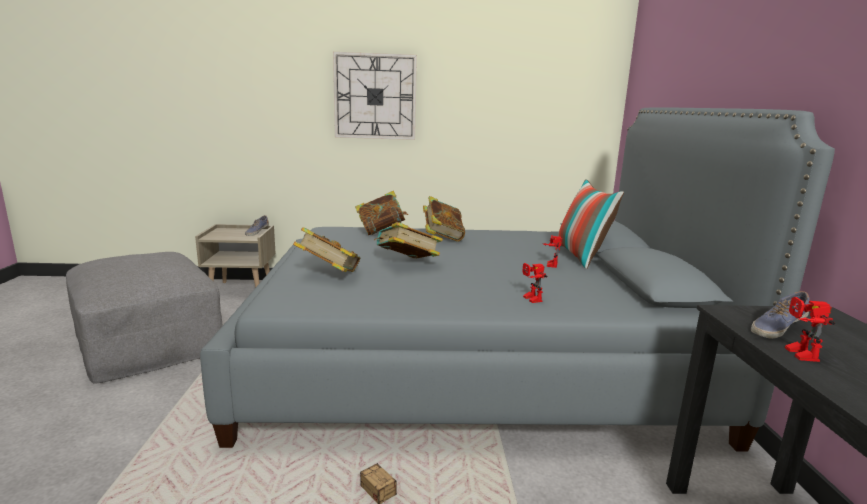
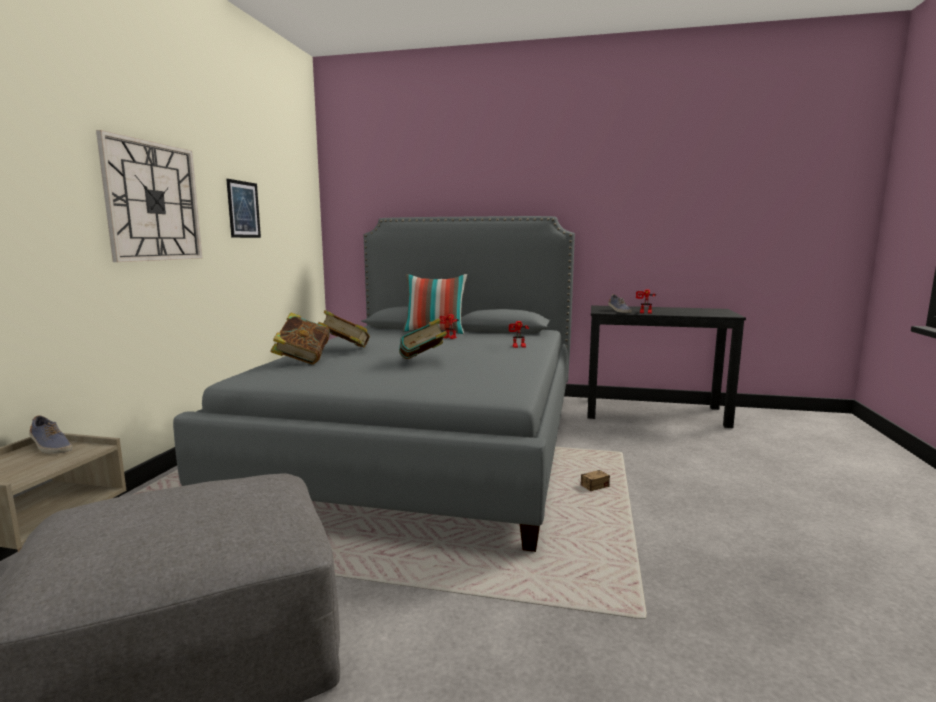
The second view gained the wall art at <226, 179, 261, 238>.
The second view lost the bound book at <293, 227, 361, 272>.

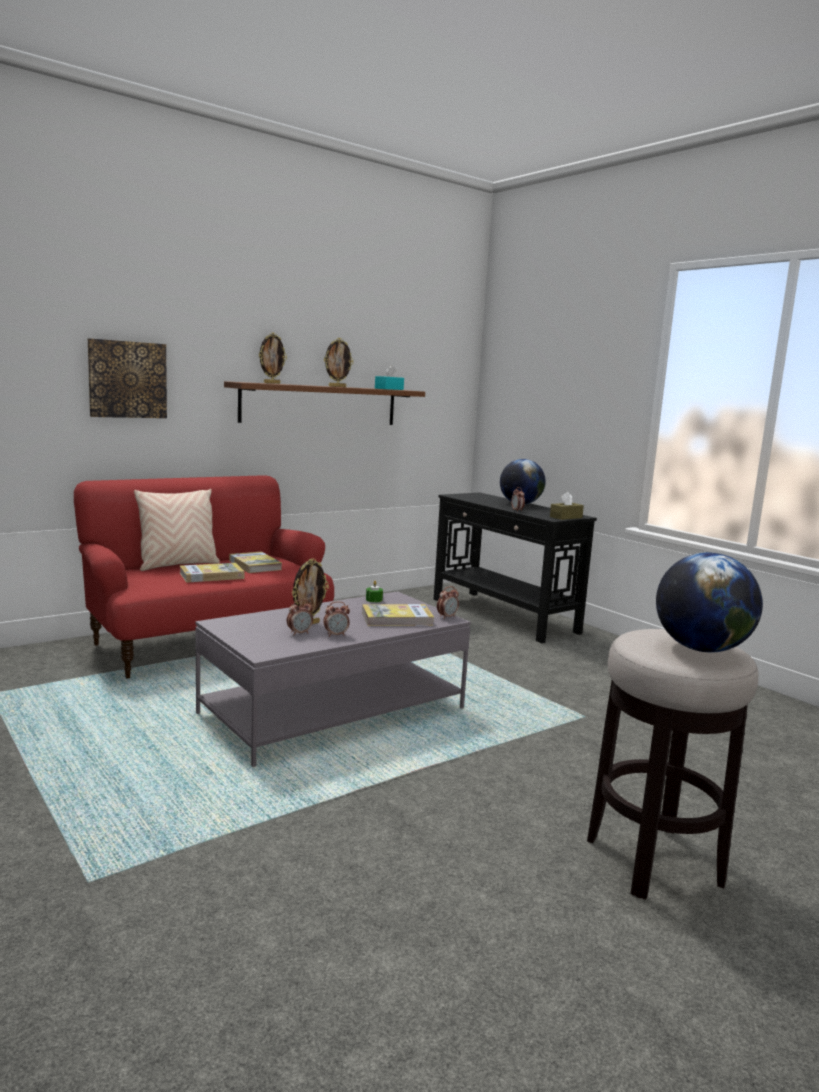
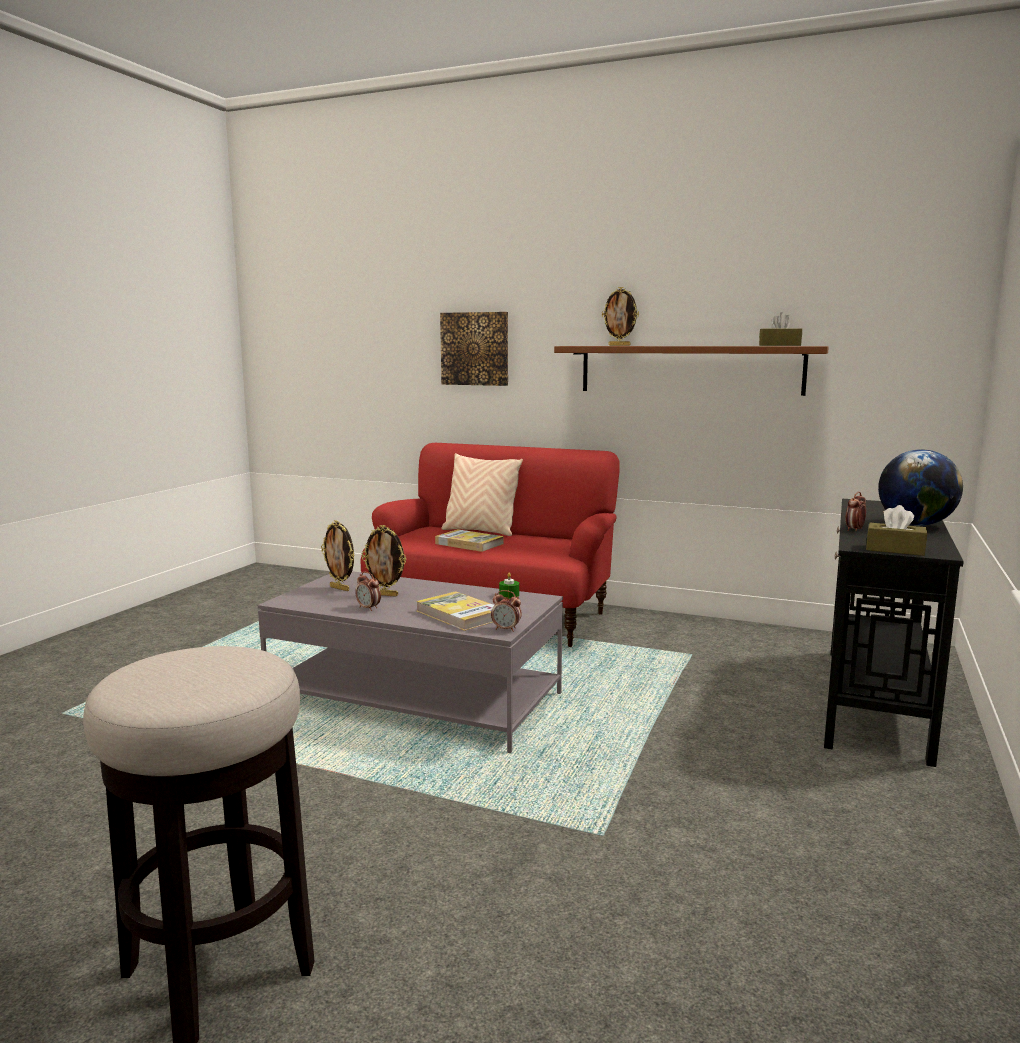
The standing frame ended up elsewhere, having gone from <324, 338, 353, 387> to <321, 520, 355, 591>.
What was the turquoise-coloured tissue box at <375, 365, 404, 390> turned into the brown tissue box at <759, 312, 802, 346>.
The second view lost the bound book at <229, 552, 282, 573>.
The second view lost the table clock at <287, 599, 313, 635>.
The second view lost the world globe at <656, 552, 763, 652>.

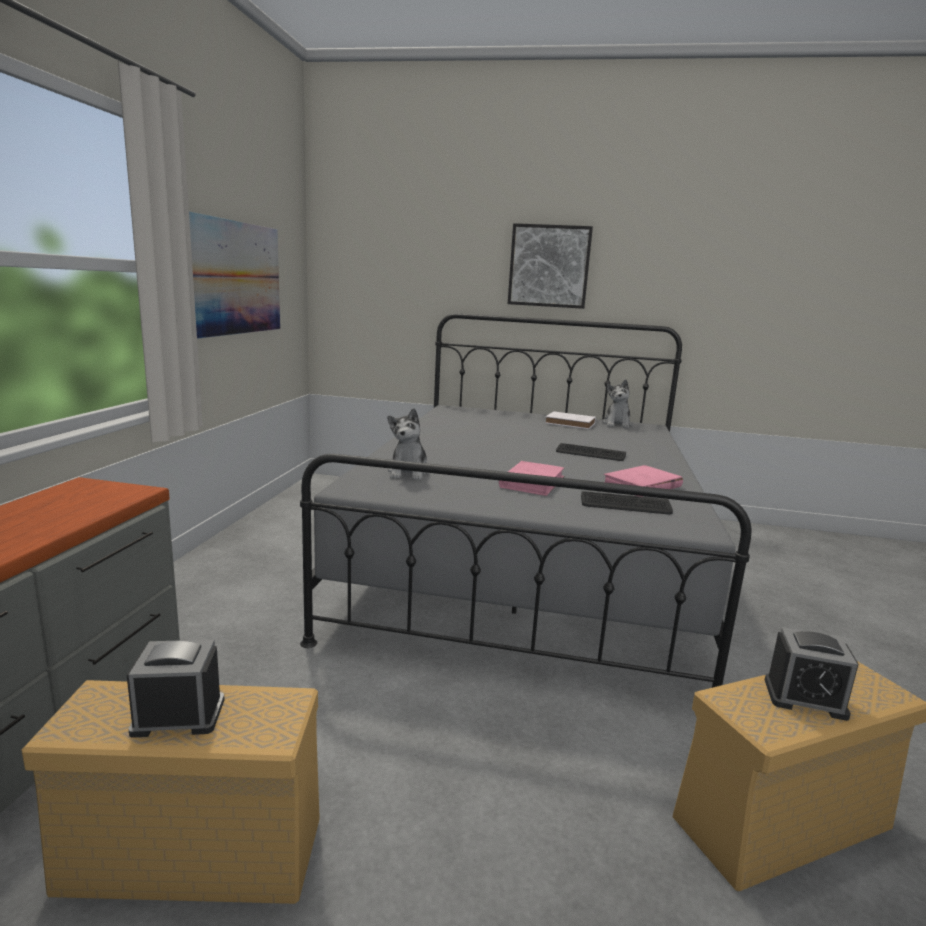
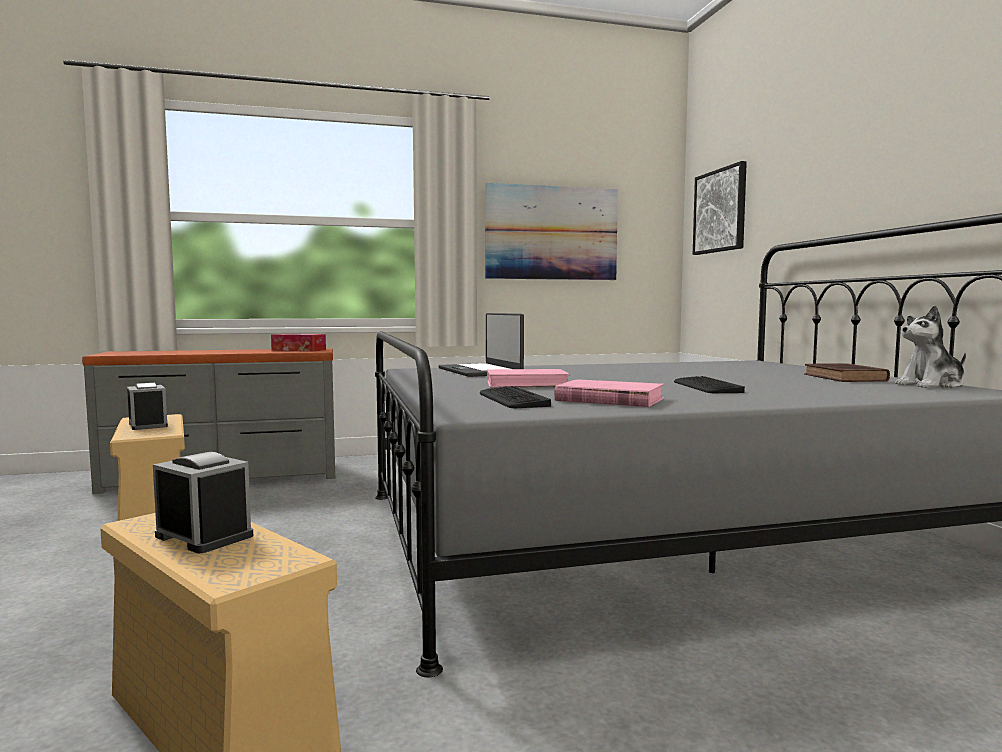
The table clock at <765, 627, 859, 721> ended up facing another way, 135 degrees clockwise from before.
The second view gained the tissue box at <271, 334, 326, 351>.
Where the plush toy stood at <387, 408, 430, 480>, the portable computer came to stand at <438, 313, 524, 377>.
The wall art ended up elsewhere, having gone from <508, 223, 593, 309> to <693, 161, 747, 255>.
What was the whitish bound book at <545, 411, 596, 429> turned into the brown bound book at <804, 363, 890, 382>.

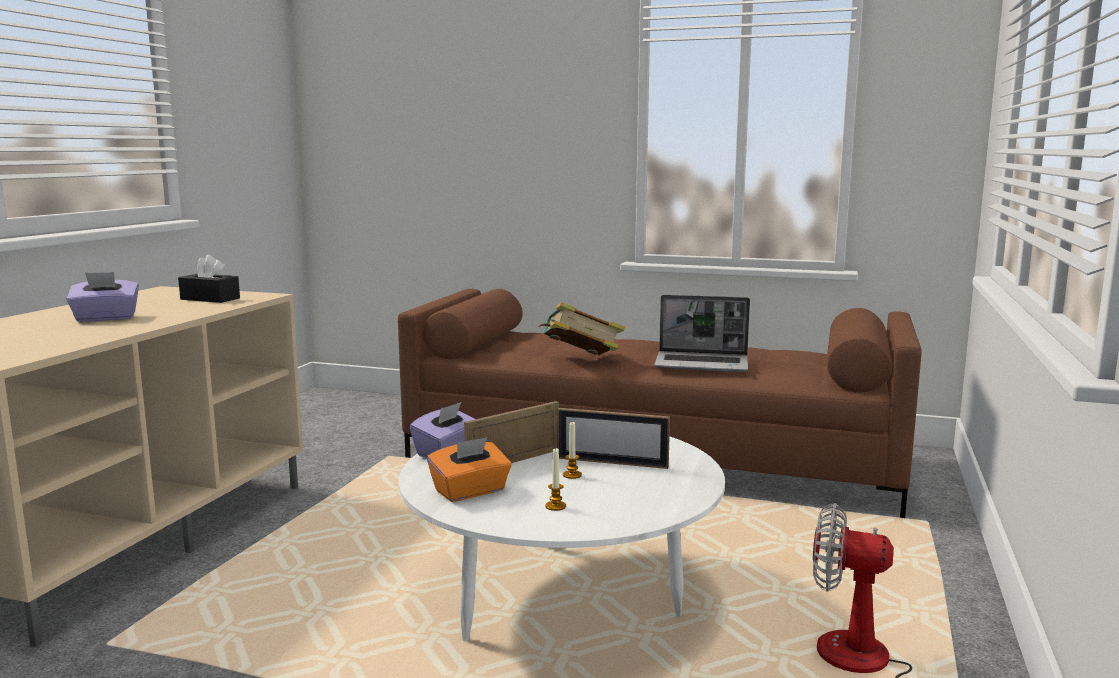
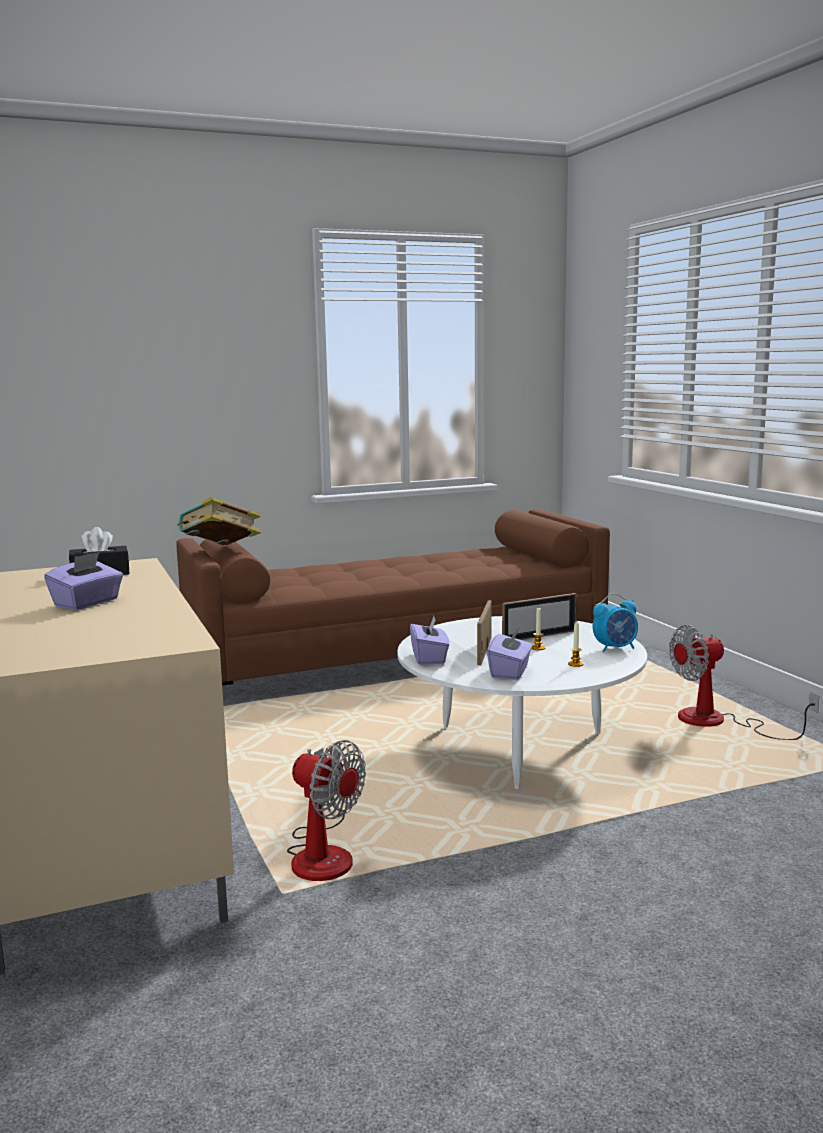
The bound book ended up elsewhere, having gone from <538, 302, 625, 355> to <177, 497, 261, 545>.
The second view gained the electric fan at <287, 740, 366, 881>.
What was the orange-coloured tissue box at <427, 437, 512, 502> turned into the purple tissue box at <487, 627, 532, 680>.
The second view gained the table clock at <593, 593, 638, 653>.
The second view lost the portable computer at <654, 295, 750, 372>.

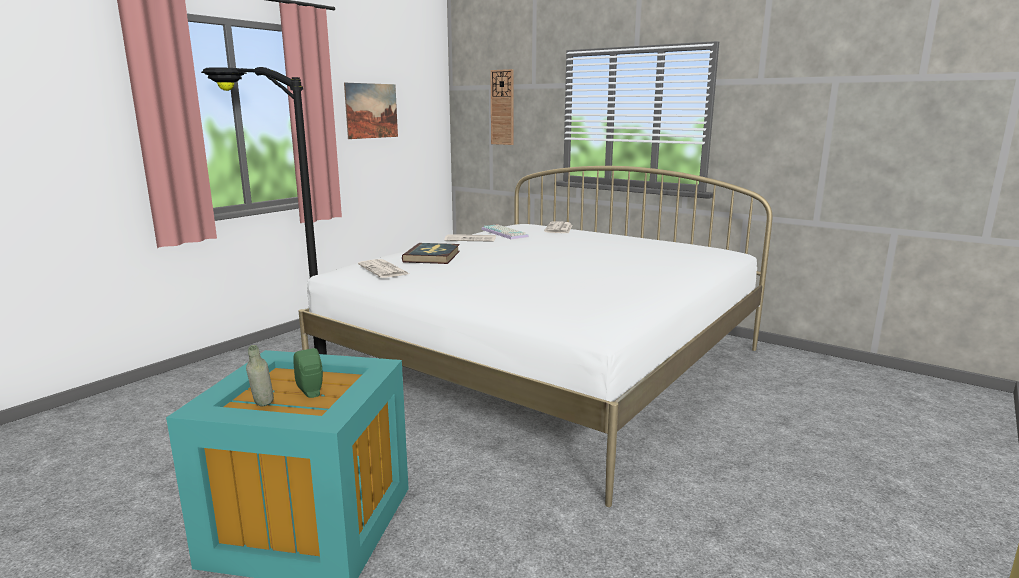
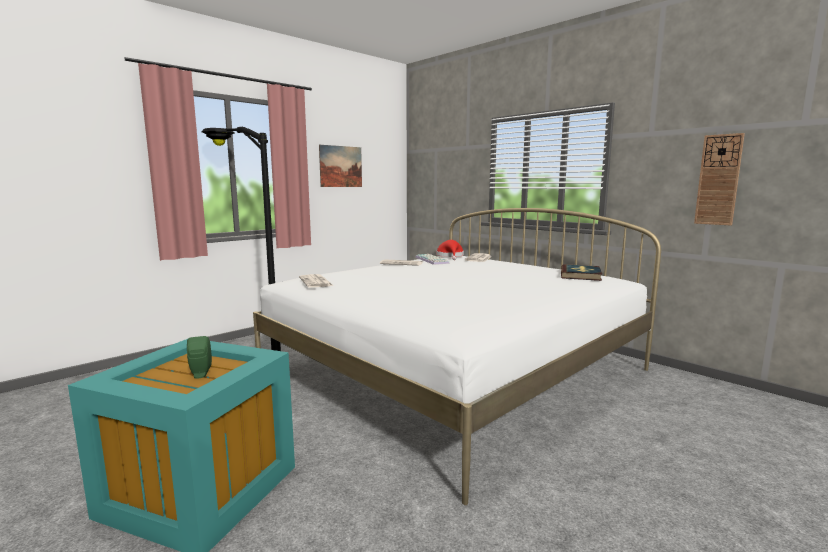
The second view gained the red wearable hat at <436, 240, 464, 260>.
The bound book ended up elsewhere, having gone from <402, 243, 460, 264> to <561, 264, 602, 281>.
The wall clock ended up elsewhere, having gone from <490, 69, 514, 145> to <694, 133, 745, 226>.
The second view lost the greyish bottle at <246, 345, 274, 406>.

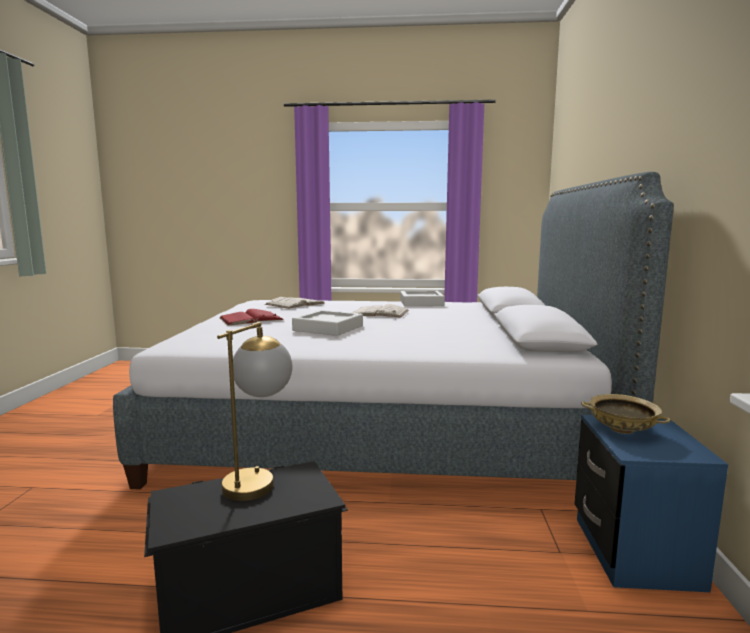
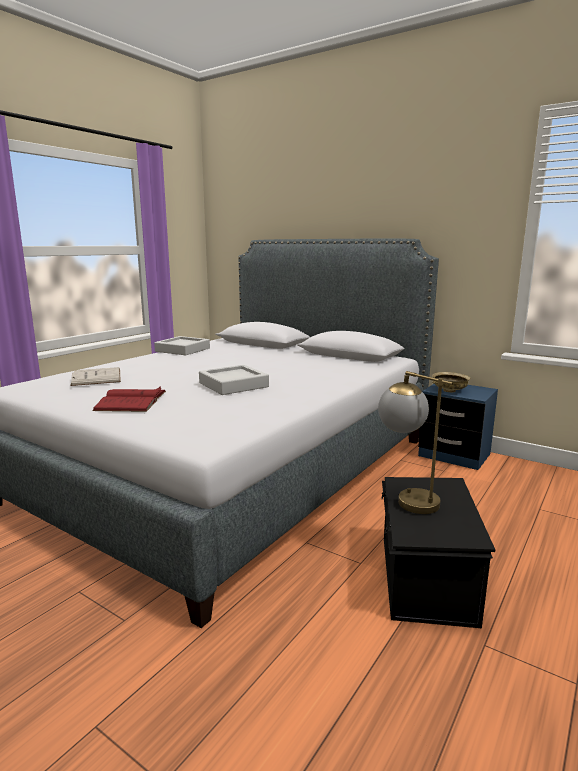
The second view lost the whitish bound book at <353, 304, 409, 317>.

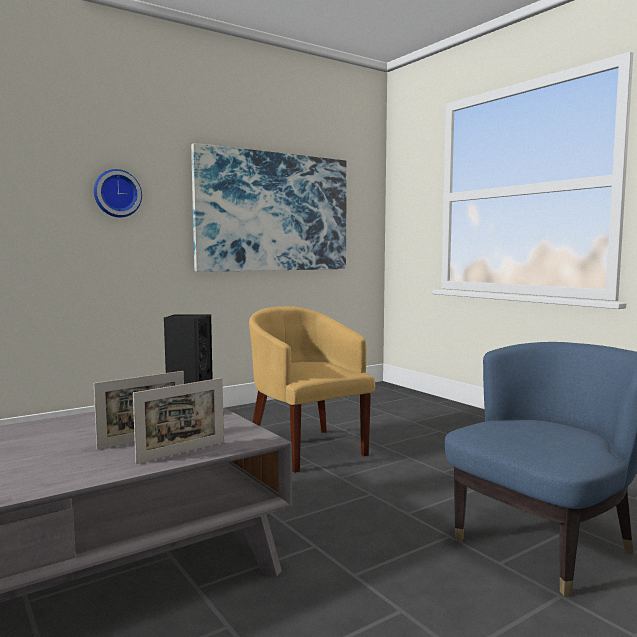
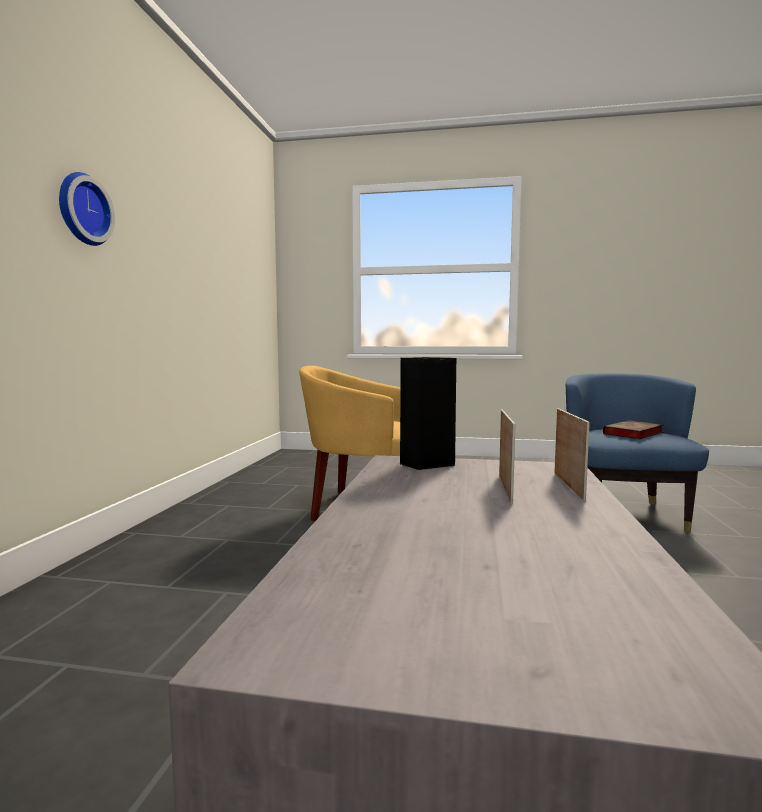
The second view gained the bound book at <603, 420, 663, 439>.
The second view lost the wall art at <191, 143, 347, 272>.

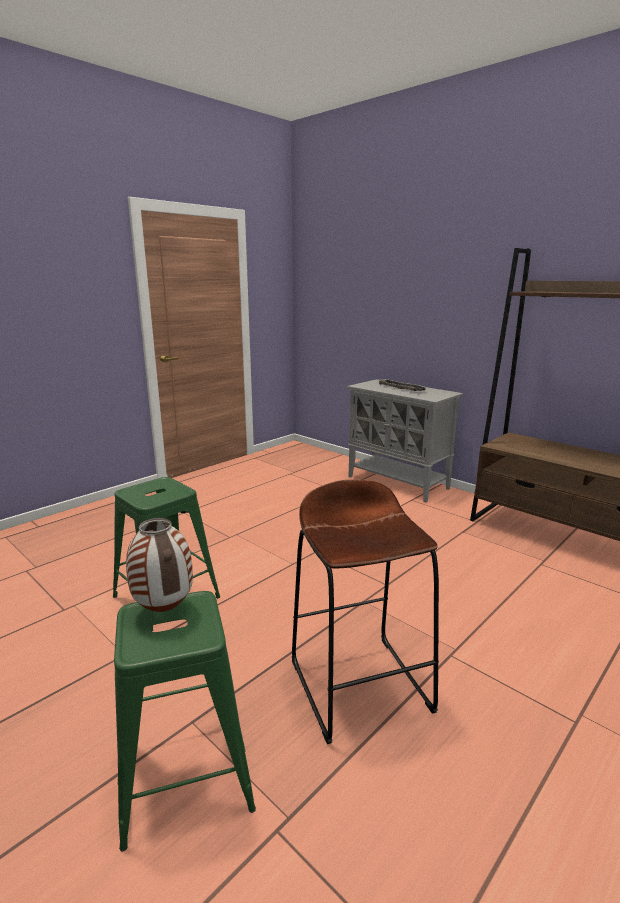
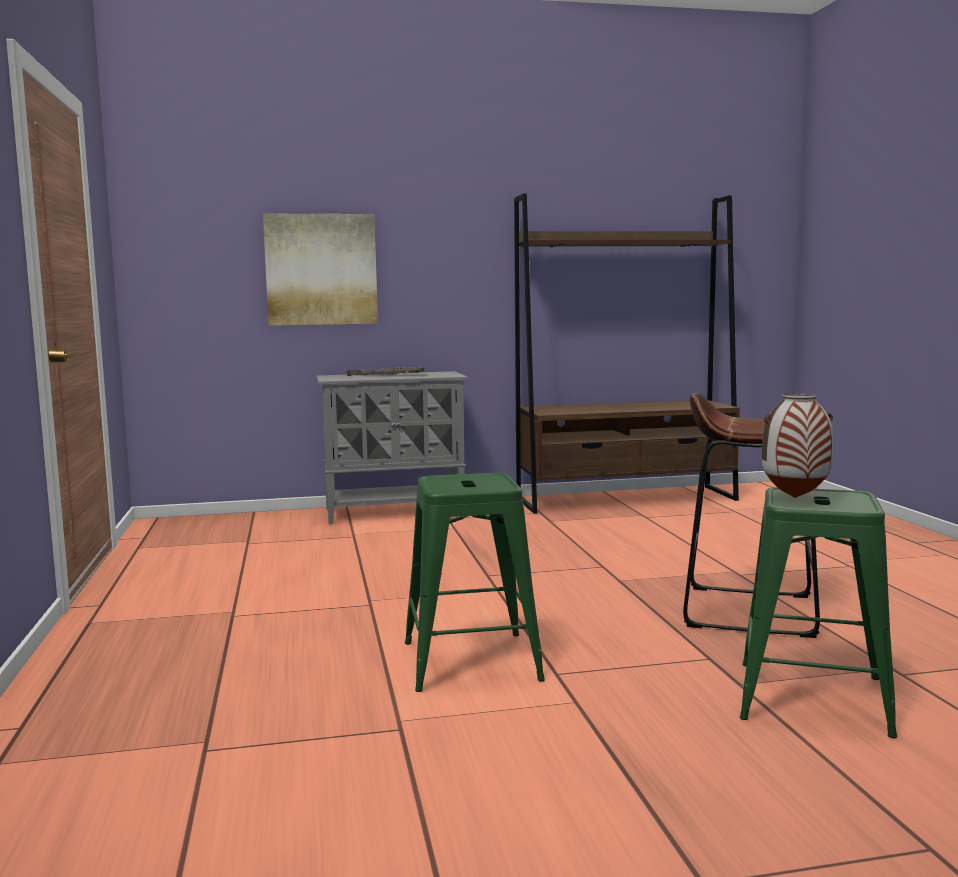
The second view gained the wall art at <263, 214, 378, 326>.

